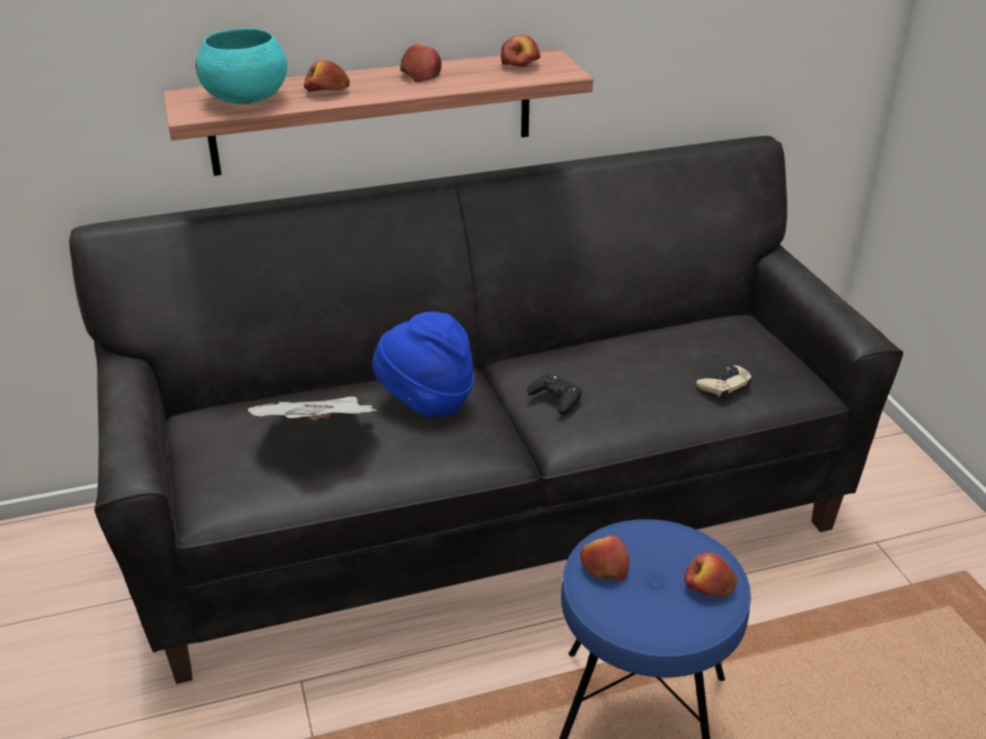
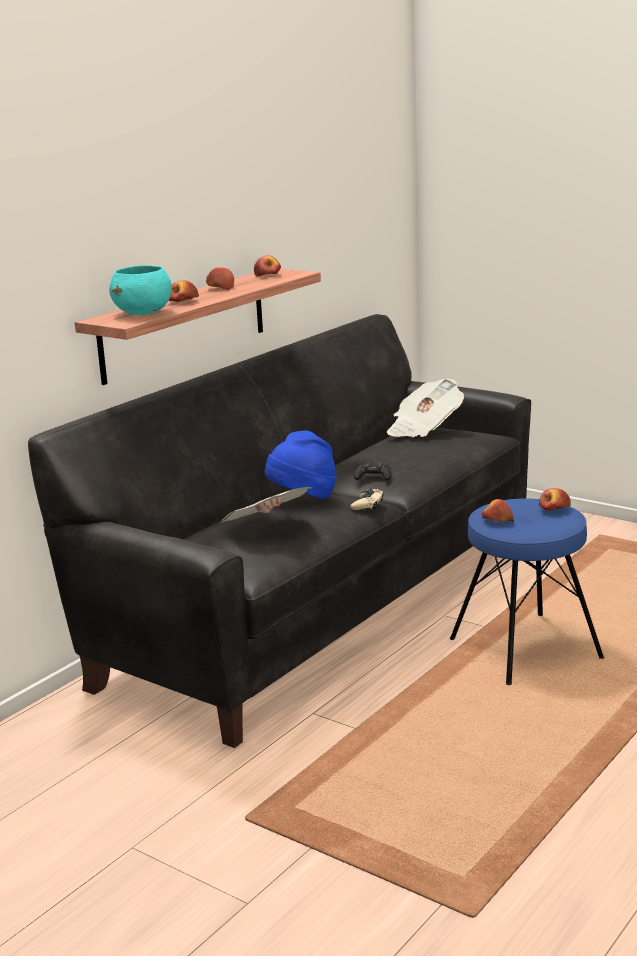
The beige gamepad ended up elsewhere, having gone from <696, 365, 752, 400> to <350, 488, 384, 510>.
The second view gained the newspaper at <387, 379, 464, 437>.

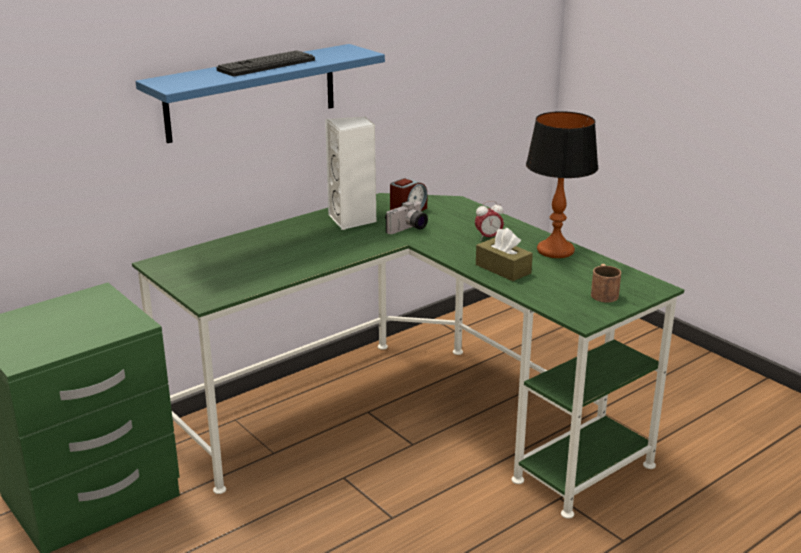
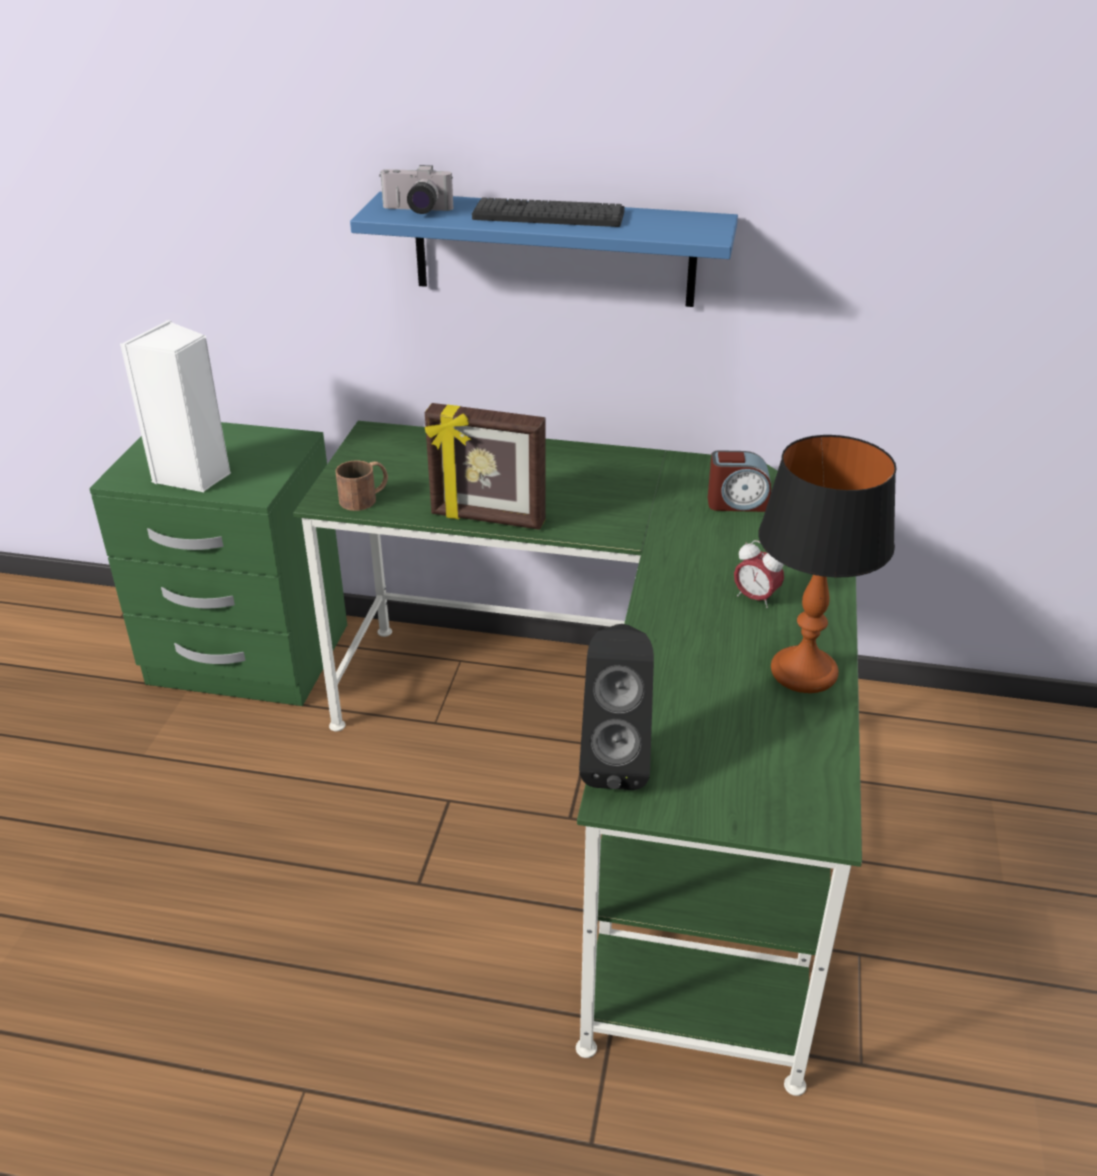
The whitish speaker ended up elsewhere, having gone from <325, 117, 377, 230> to <120, 320, 231, 492>.
The brown tea mug ended up elsewhere, having gone from <591, 264, 621, 302> to <336, 460, 388, 511>.
The still camera ended up elsewhere, having gone from <385, 201, 428, 234> to <379, 165, 454, 214>.
The second view gained the standing frame at <425, 403, 546, 530>.
The second view gained the black speaker at <579, 624, 654, 790>.
The second view lost the brown tissue box at <476, 228, 533, 281>.

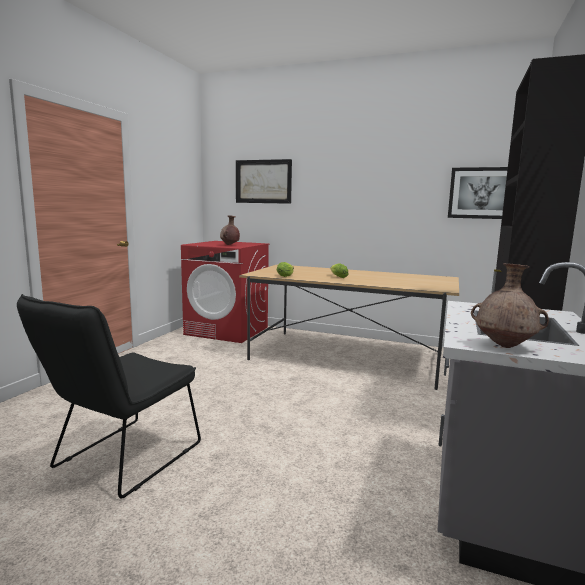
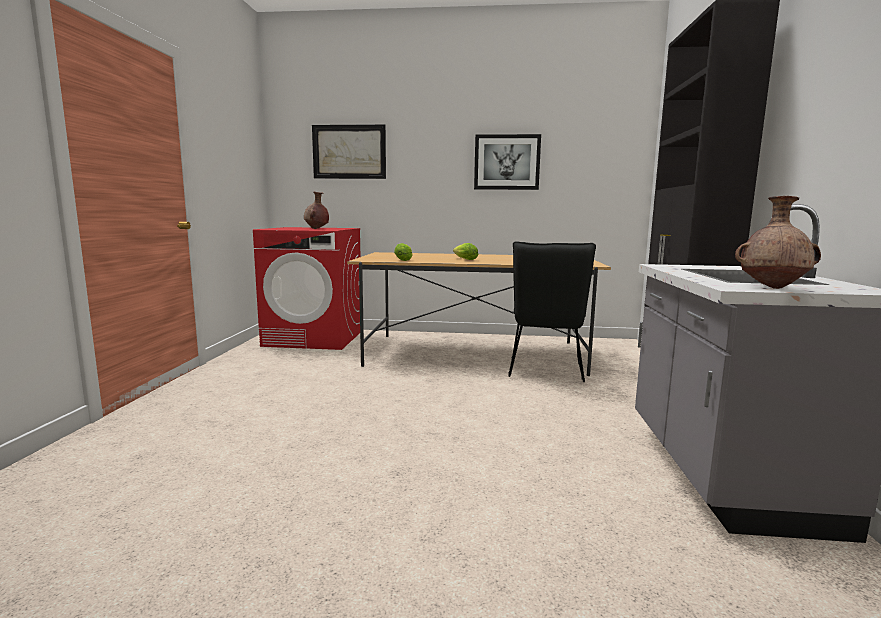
The wall art ended up elsewhere, having gone from <448, 167, 508, 219> to <474, 134, 541, 190>.
The black chair ended up elsewhere, having gone from <17, 294, 201, 499> to <508, 241, 596, 382>.

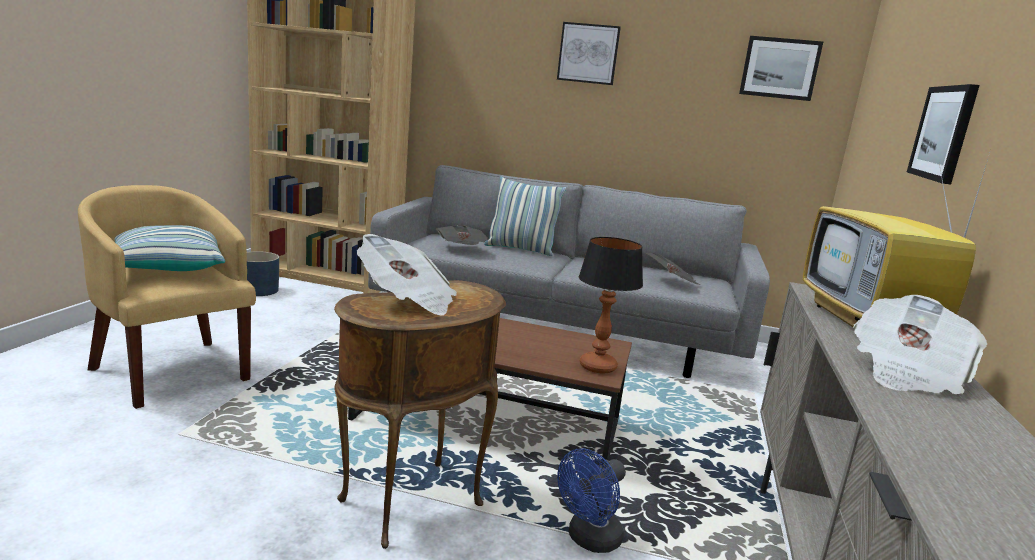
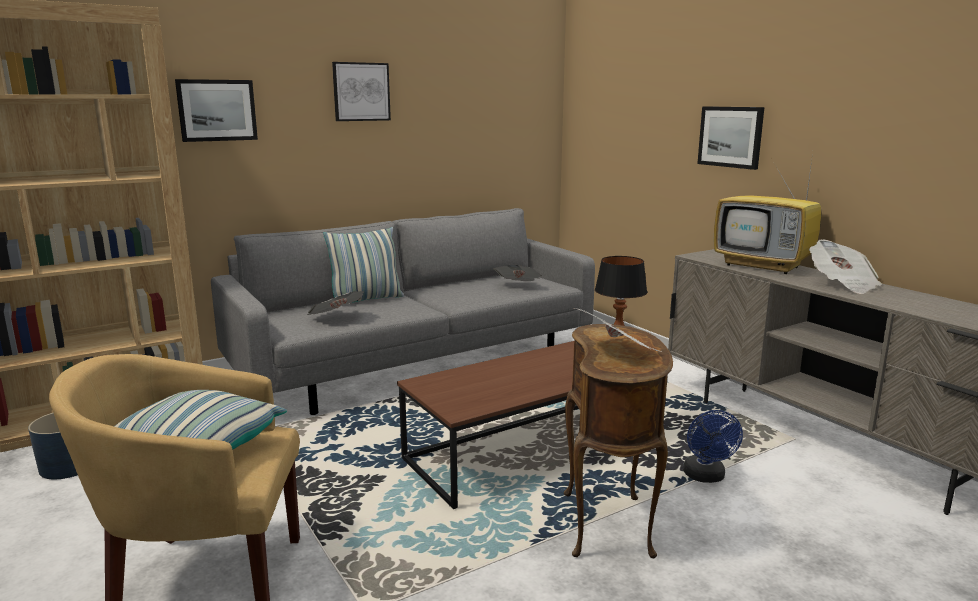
The wall art ended up elsewhere, having gone from <739, 36, 823, 101> to <175, 79, 258, 142>.

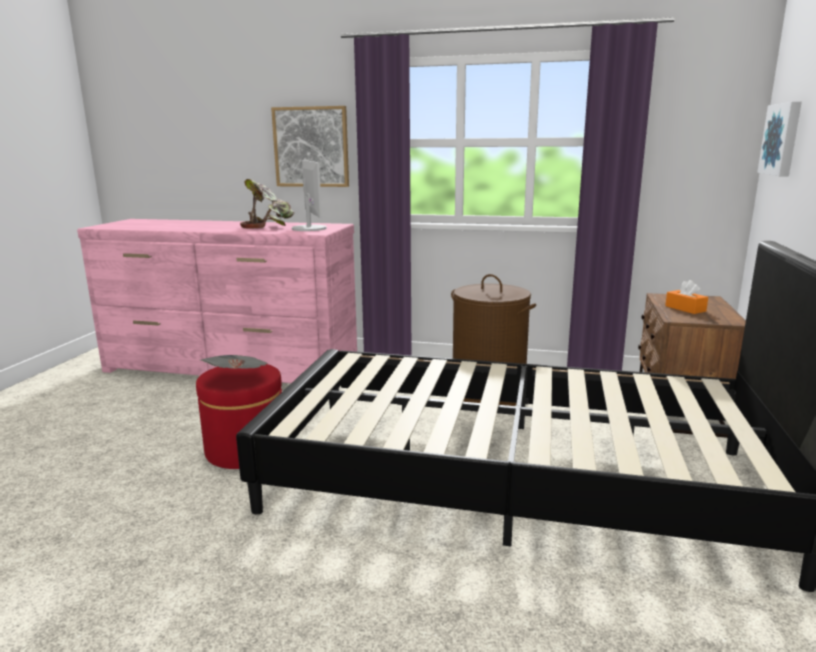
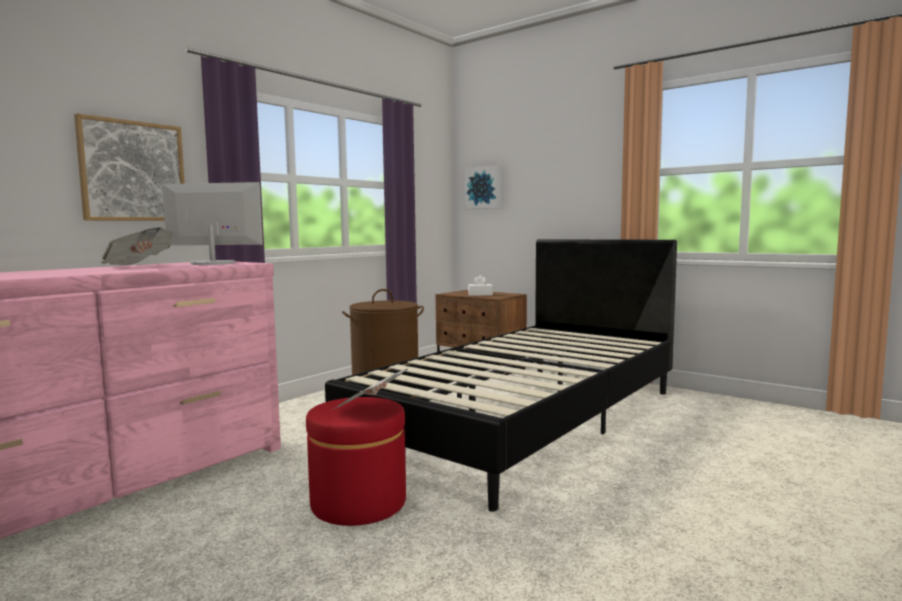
Where the houseplant stood at <240, 179, 294, 229>, the newspaper came to stand at <101, 227, 174, 266>.
What was the orange-coloured tissue box at <665, 280, 708, 314> turned into the whitish tissue box at <468, 275, 493, 296>.

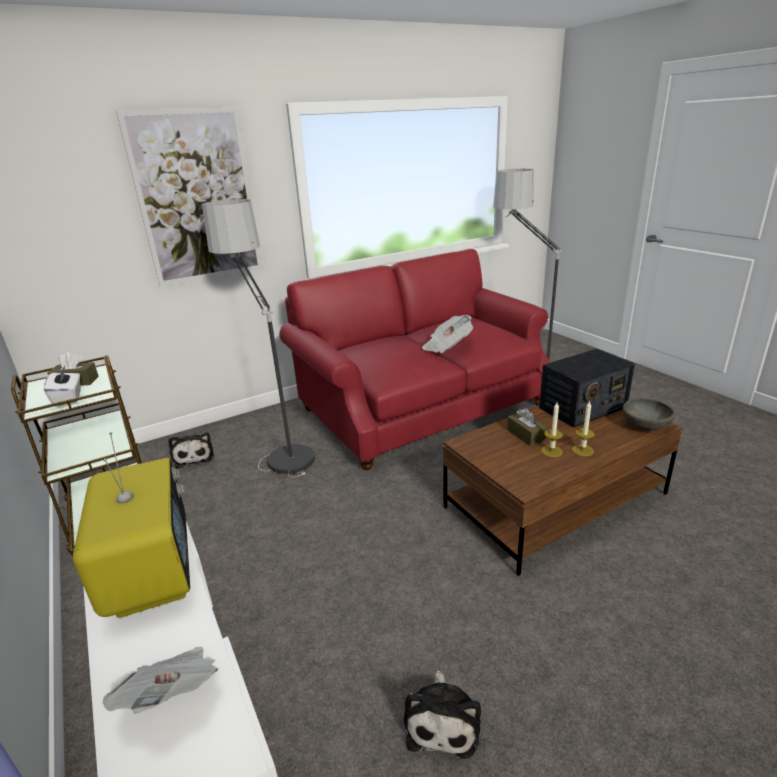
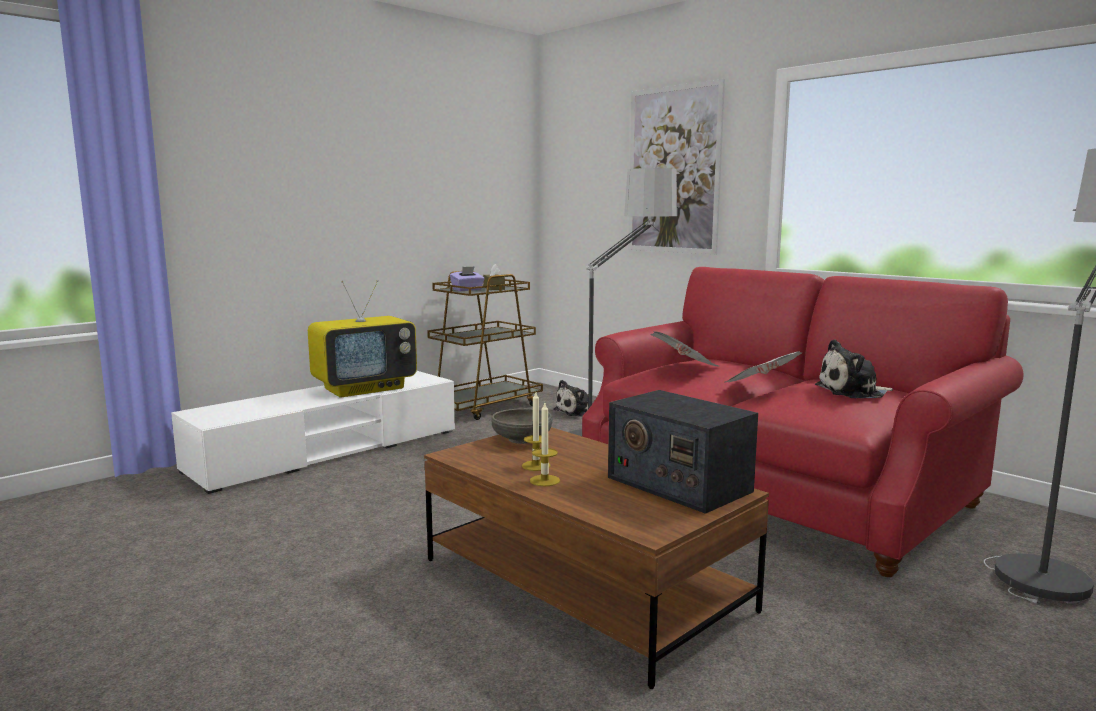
What was the whitish tissue box at <44, 366, 81, 406> turned into the purple tissue box at <450, 266, 485, 291>.
The greyish serving bowl ended up elsewhere, having gone from <623, 398, 675, 431> to <491, 408, 552, 444>.
The newspaper ended up elsewhere, having gone from <103, 647, 218, 714> to <650, 331, 719, 366>.
The plush toy ended up elsewhere, having gone from <404, 670, 481, 759> to <815, 339, 893, 398>.
The second view lost the brown tissue box at <507, 408, 547, 446>.

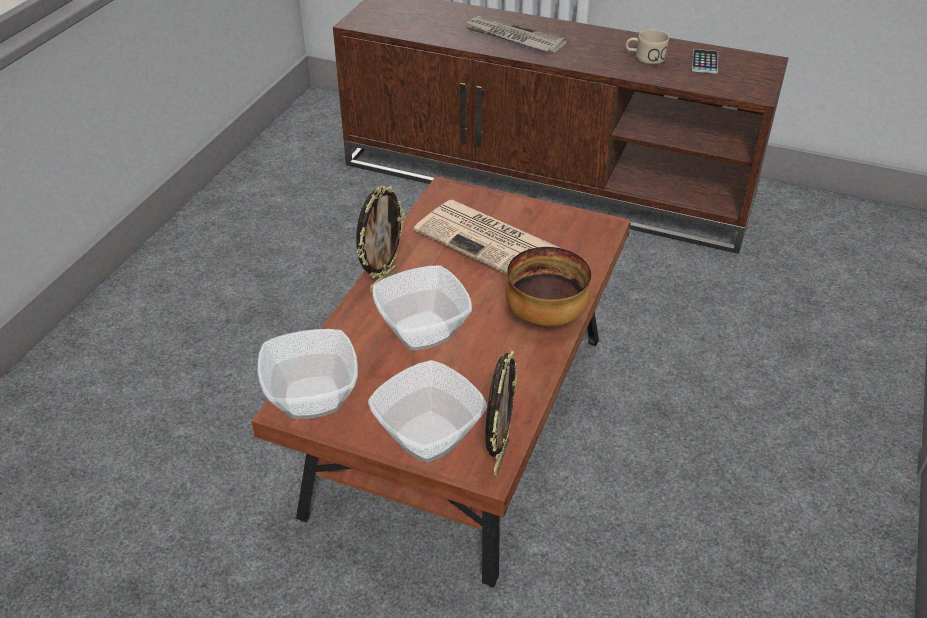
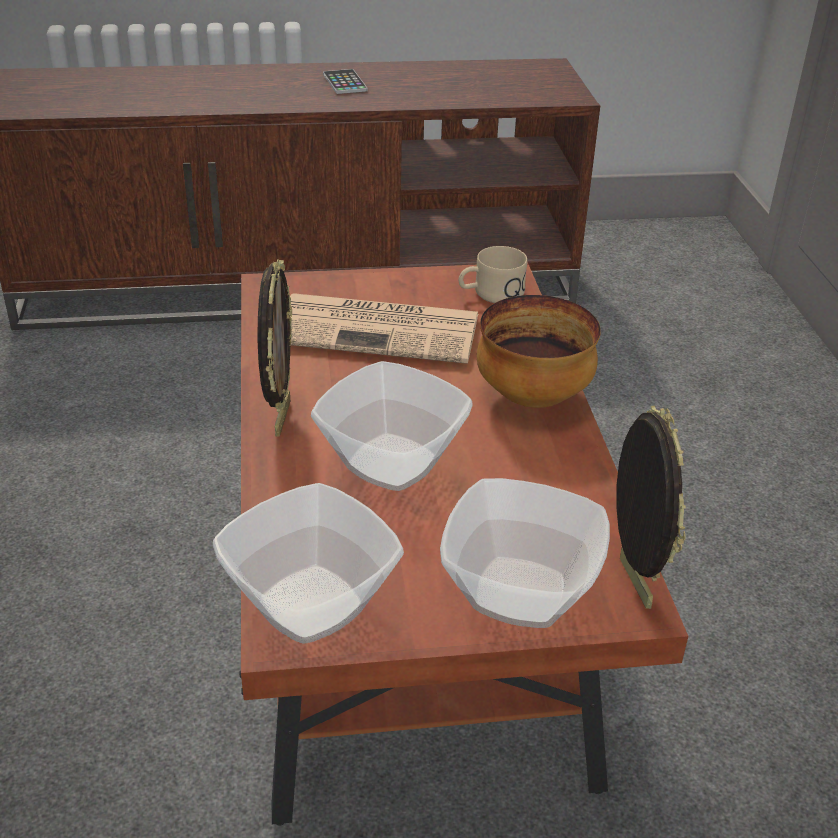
The telephone ended up elsewhere, having gone from <692, 49, 718, 74> to <323, 69, 368, 94>.
The beige tea mug ended up elsewhere, having gone from <625, 30, 669, 65> to <458, 246, 527, 303>.
The second view lost the newspaper at <465, 16, 567, 53>.

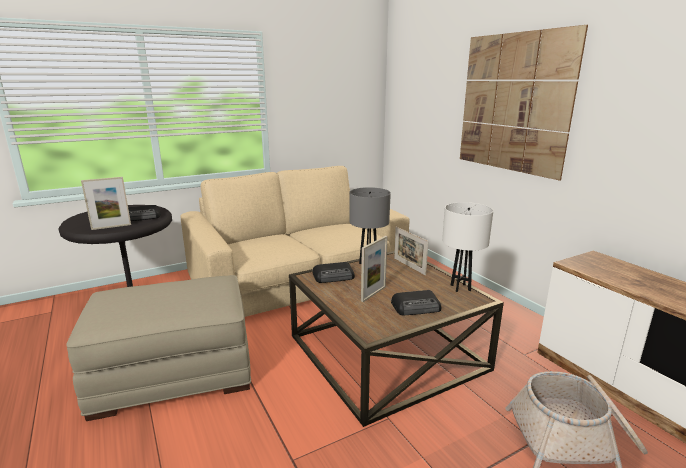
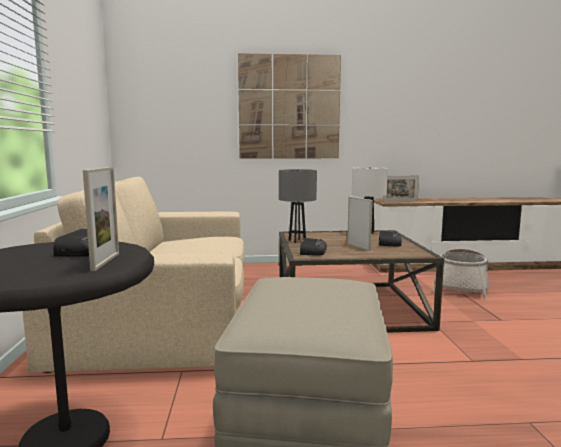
The standing frame ended up elsewhere, having gone from <394, 227, 428, 275> to <382, 175, 419, 202>.

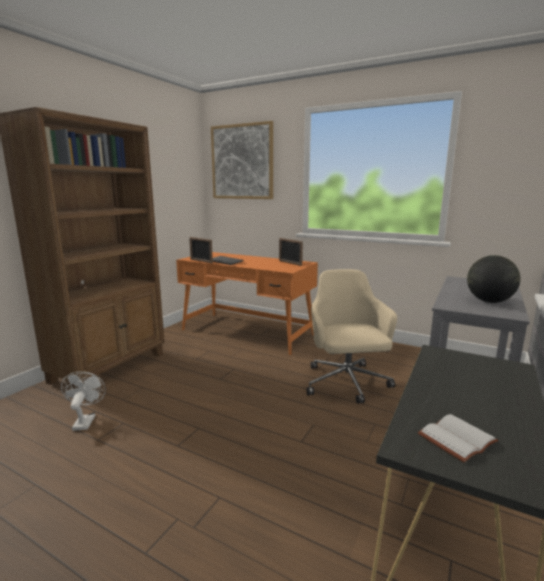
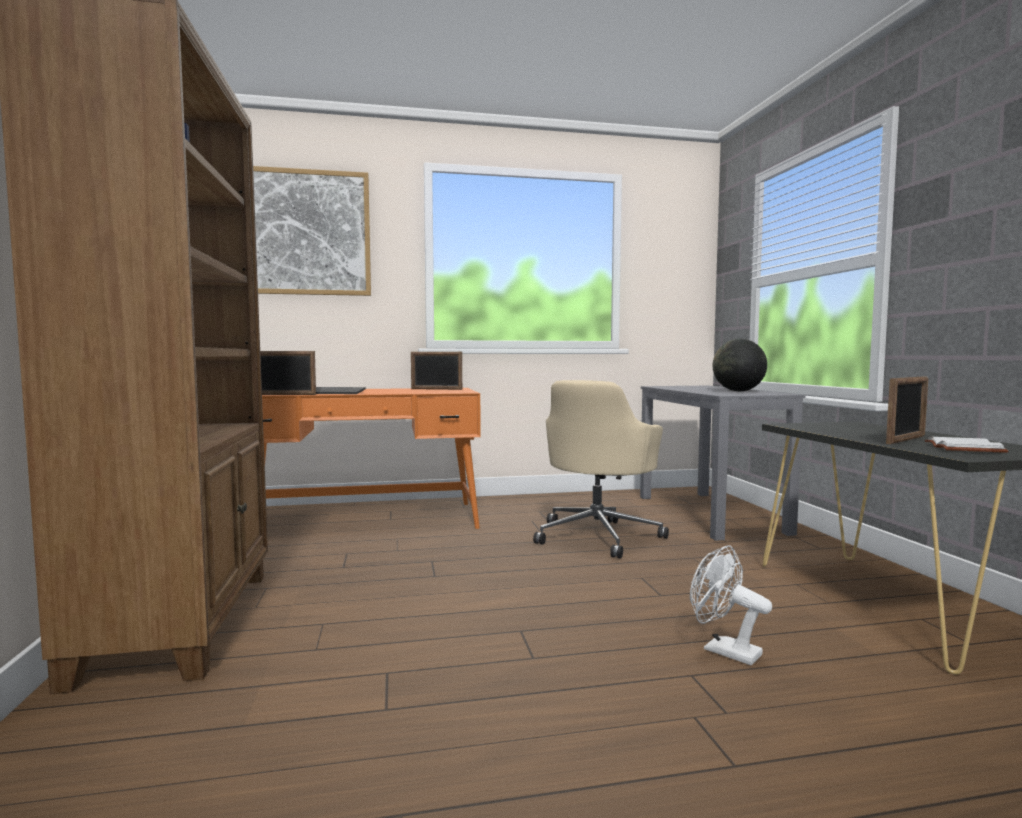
The beige computer chair at <306, 269, 397, 403> ended up facing another way, 105 degrees counterclockwise from before.
The whitish electric fan ended up elsewhere, having gone from <61, 371, 106, 431> to <690, 545, 772, 665>.
The second view gained the standing frame at <886, 377, 928, 444>.

